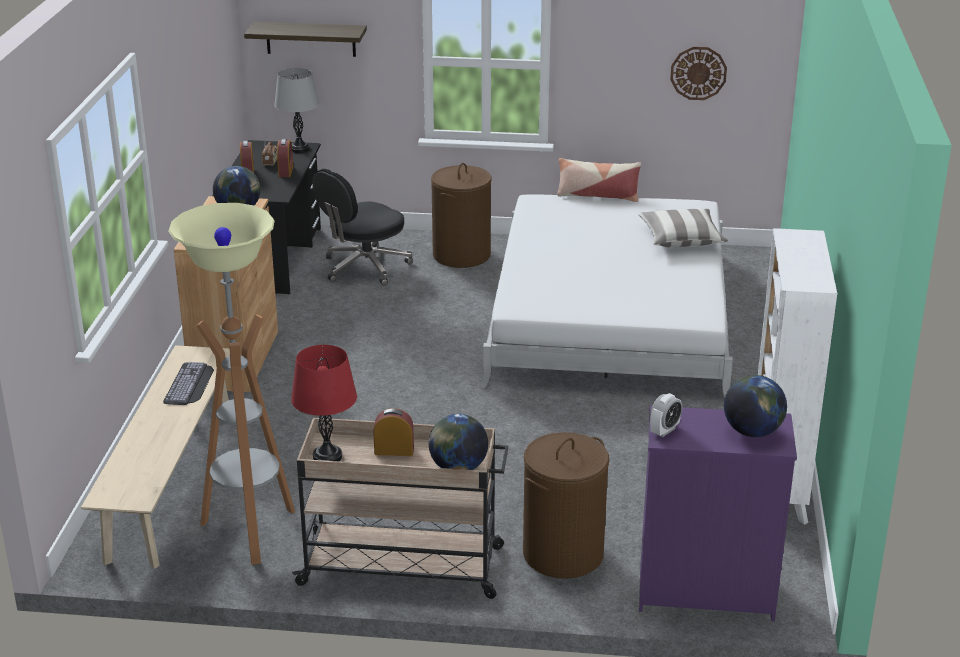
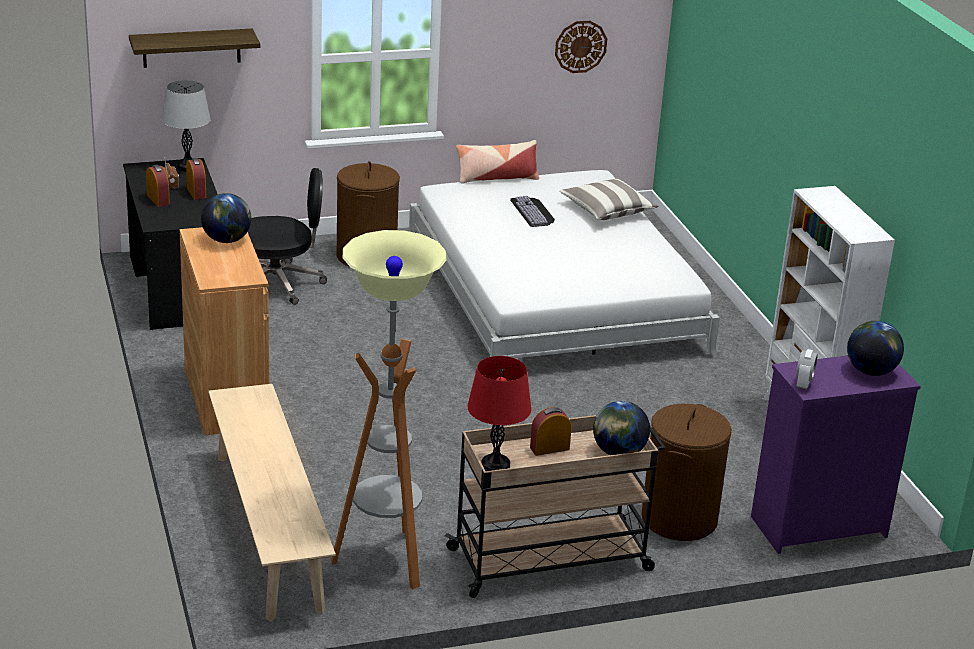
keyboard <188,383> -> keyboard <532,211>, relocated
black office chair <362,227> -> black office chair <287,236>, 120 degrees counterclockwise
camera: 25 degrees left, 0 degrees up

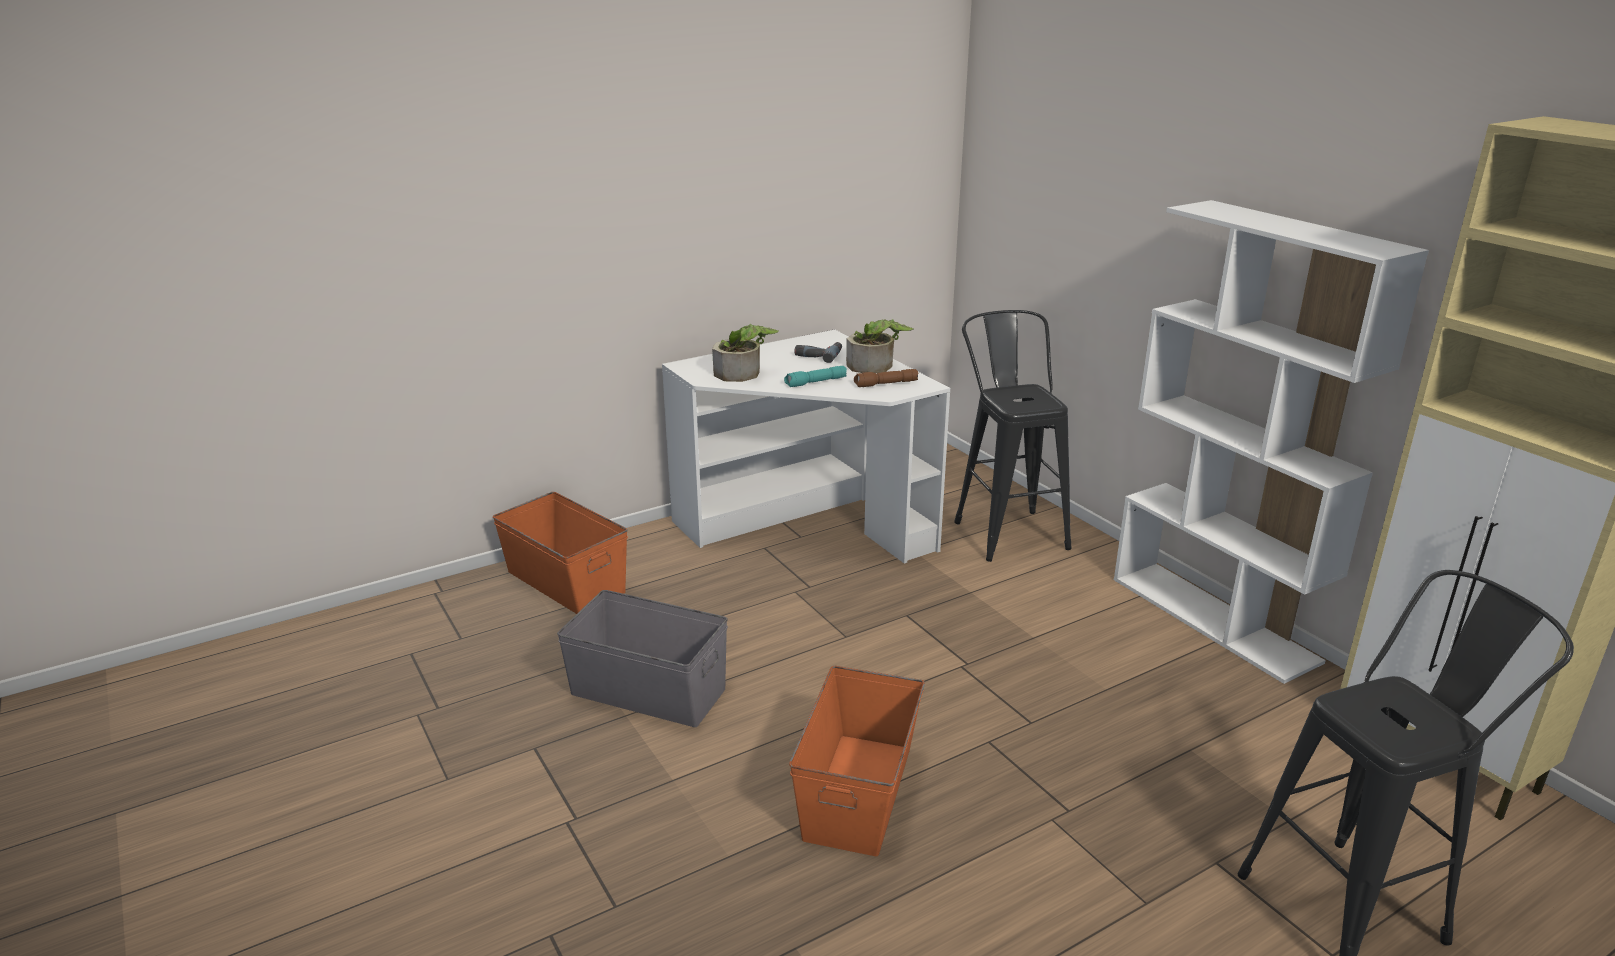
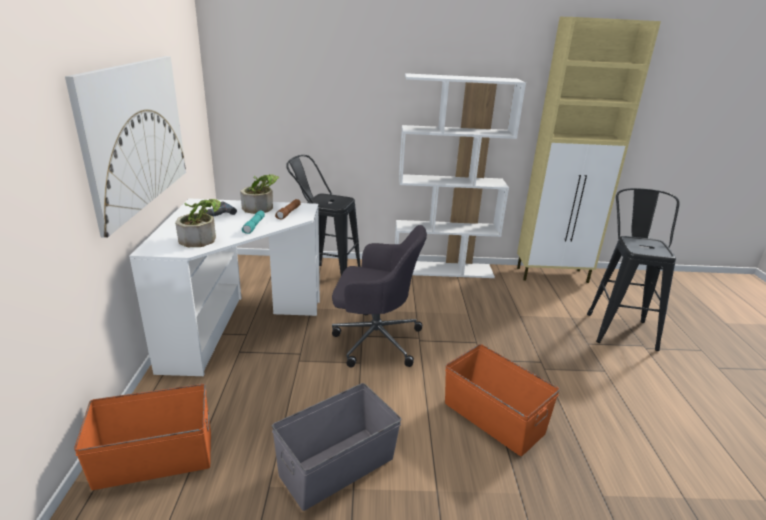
none -> picture <125,147>
none -> grey office chair <379,296>
camera: 60 degrees left, 0 degrees up

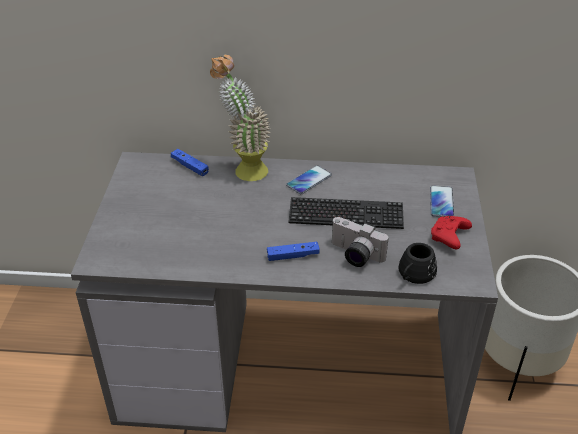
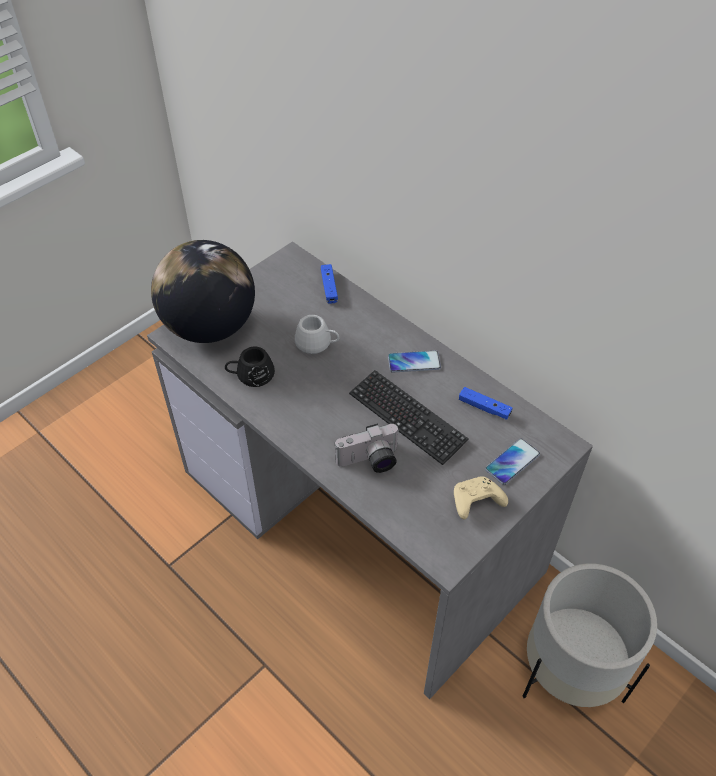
potted plant <240,118> -> none
none -> globe <203,291>
none -> white mug <317,334>
blue game controller <293,251> -> blue game controller <486,403>, relocated
black mug <417,263> -> black mug <250,367>, relocated
red game controller <451,232> -> beige game controller <481,497>
photo camera <360,242> -> photo camera <367,448>, 90 degrees counterclockwise
camera: 40 degrees right, 10 degrees up

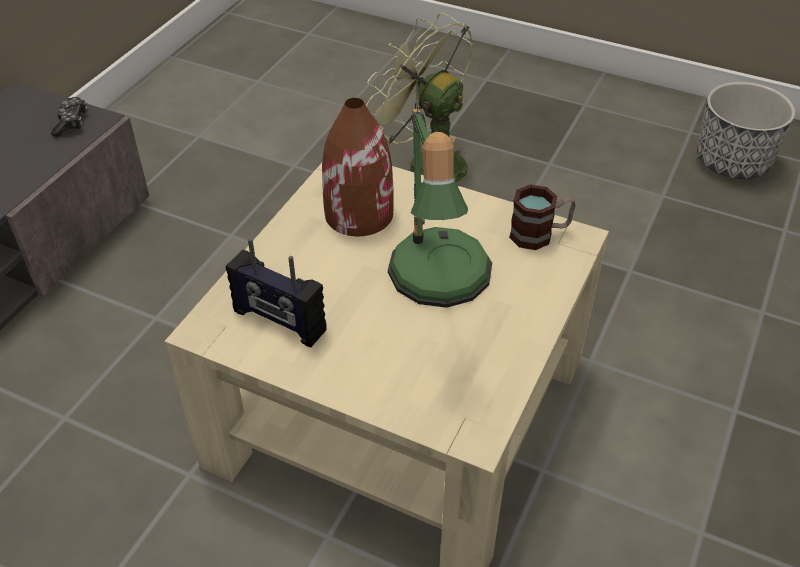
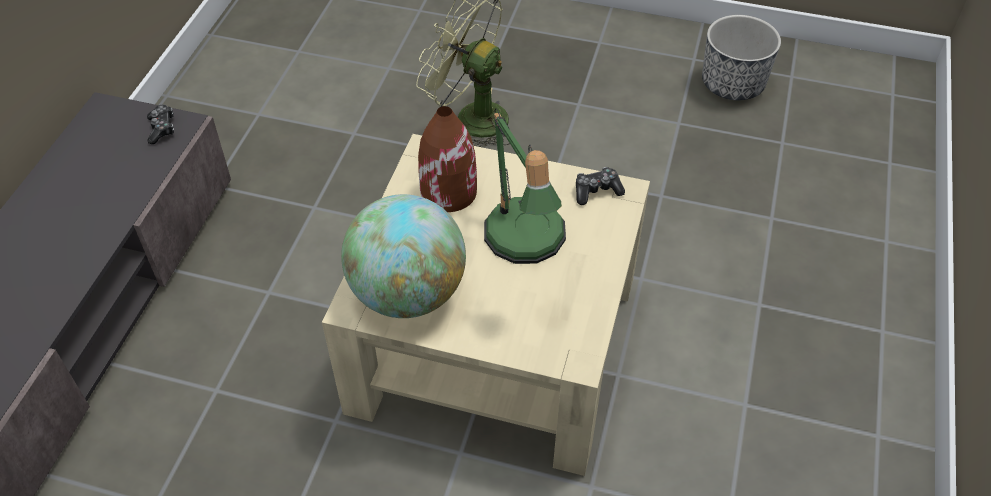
radio <276,292> -> globe <403,256>
mug <542,217> -> game controller <600,186>
camera: 10 degrees left, 5 degrees up

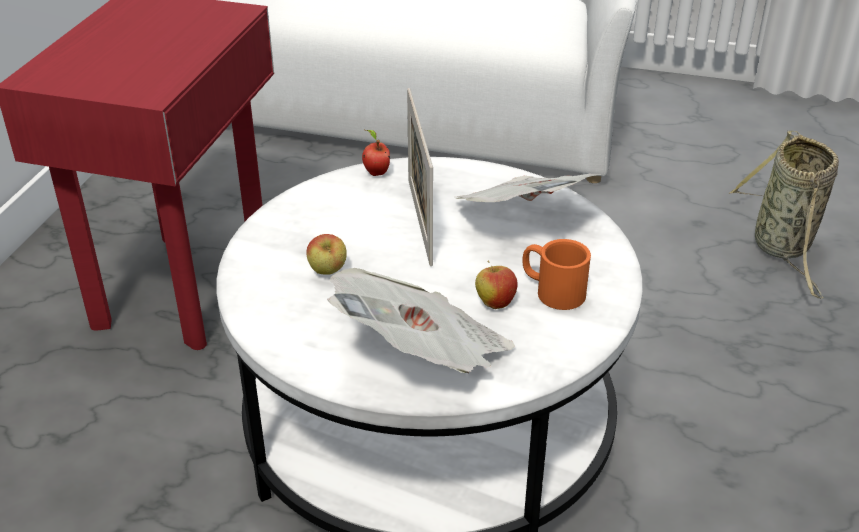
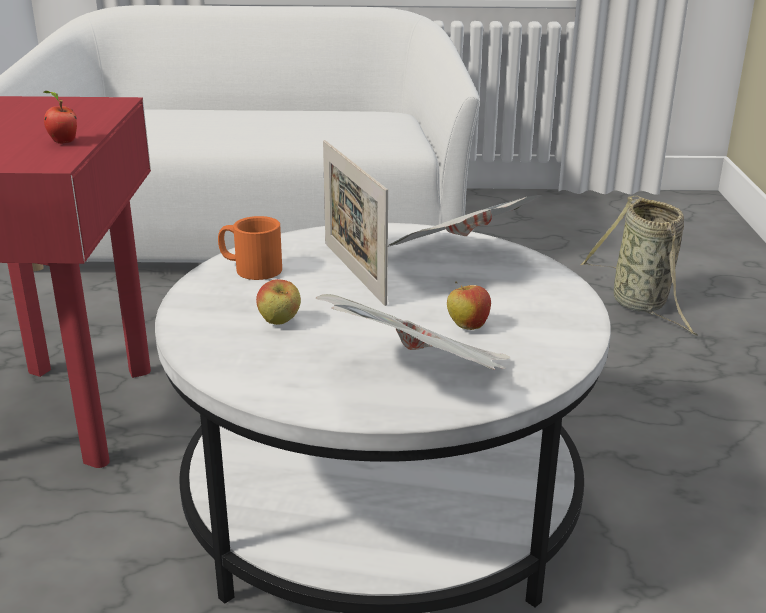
apple <376,153> -> apple <60,117>, relocated
orange mug <556,274> -> orange mug <250,248>, relocated
camera: 15 degrees left, 10 degrees down

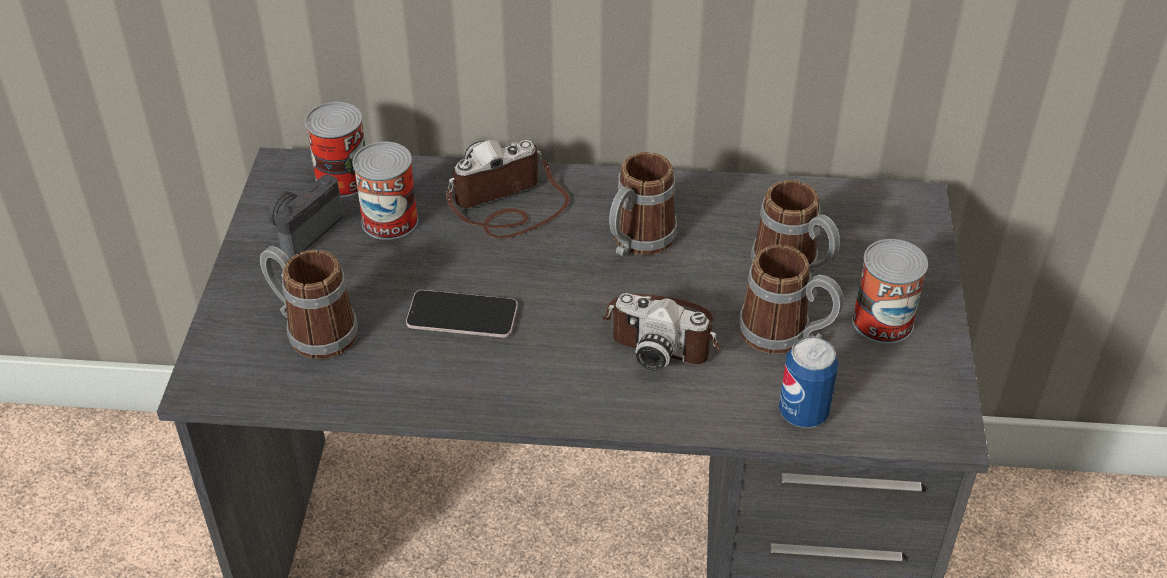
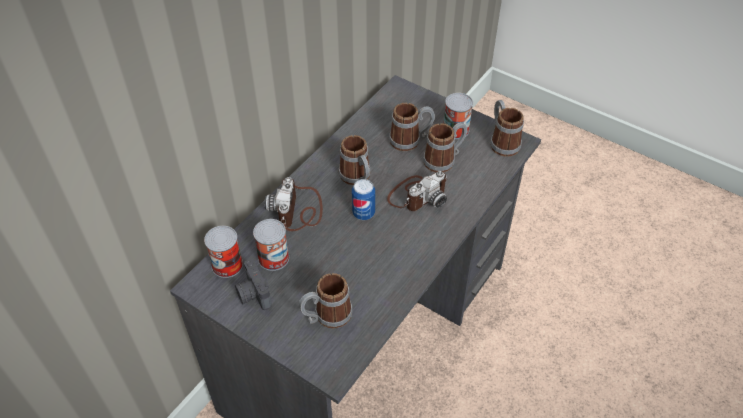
phone <462,313> -> none
none -> mug <507,128>
can <808,382> -> can <363,199>, relocated
camera: 60 degrees left, 5 degrees up

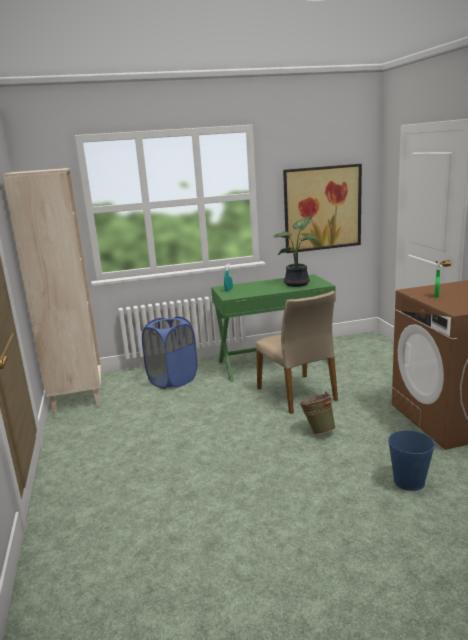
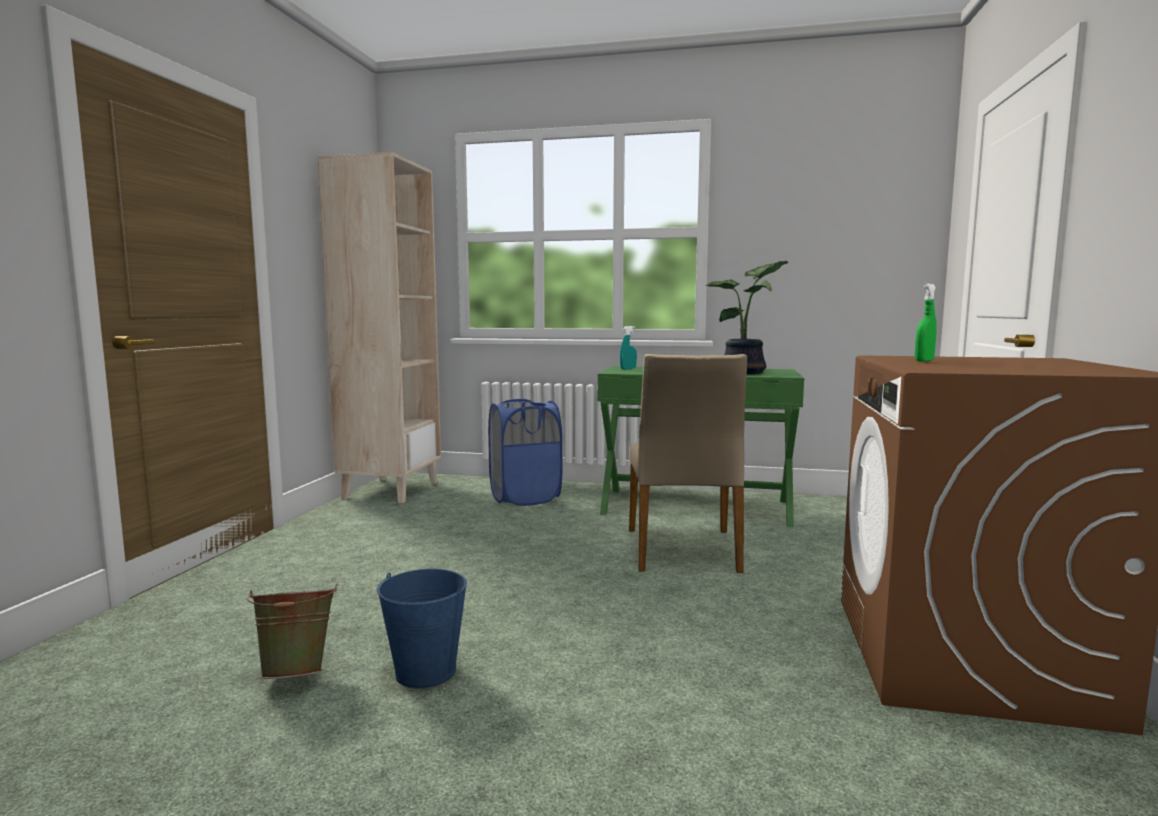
picture <322,208> -> none
green bucket <317,412> -> green bucket <292,631>, relocated
blue bucket <411,460> -> blue bucket <422,628>, relocated
camera: 25 degrees right, 10 degrees down

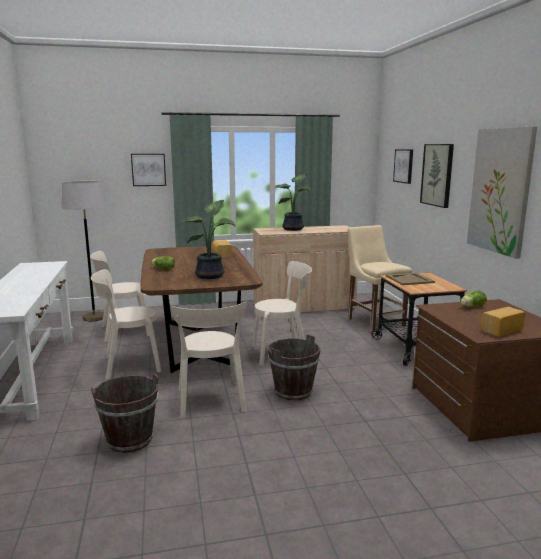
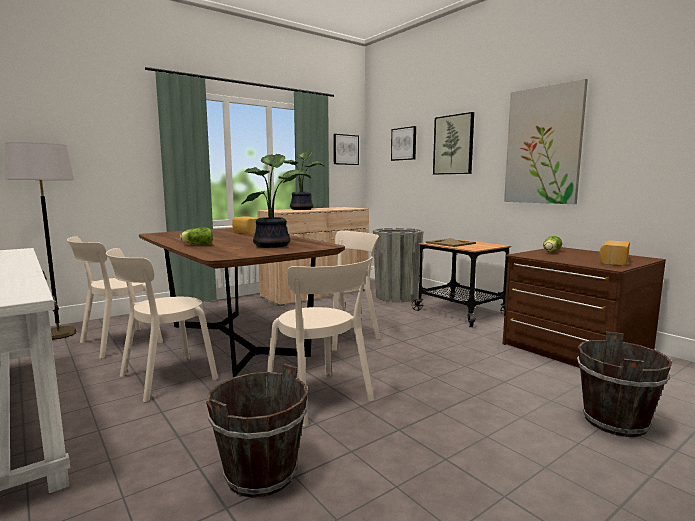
picture <148,170> -> picture <346,149>, relocated
brown bucket <294,367> -> brown bucket <624,384>, relocated
beige chair <380,278> -> grey planter <398,265>
camera: 25 degrees left, 5 degrees down

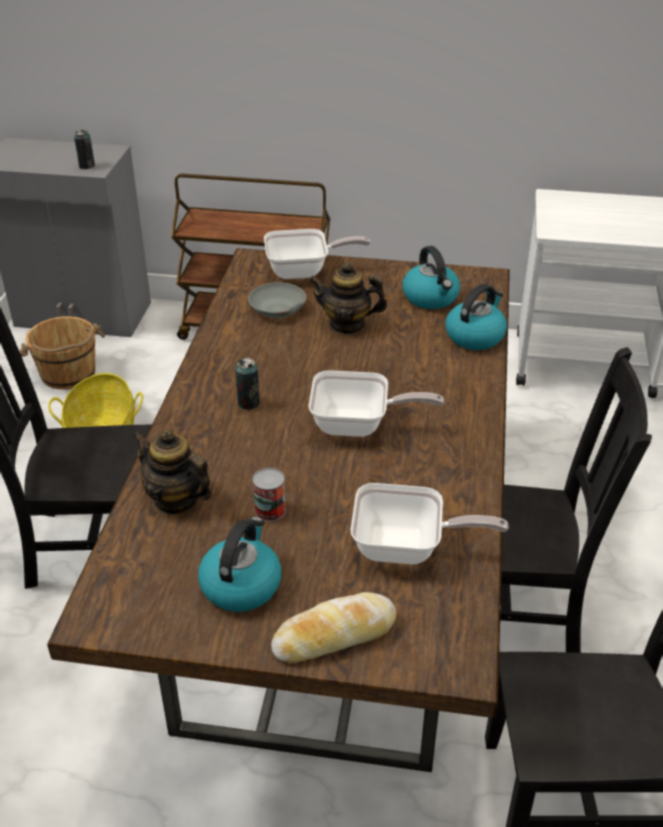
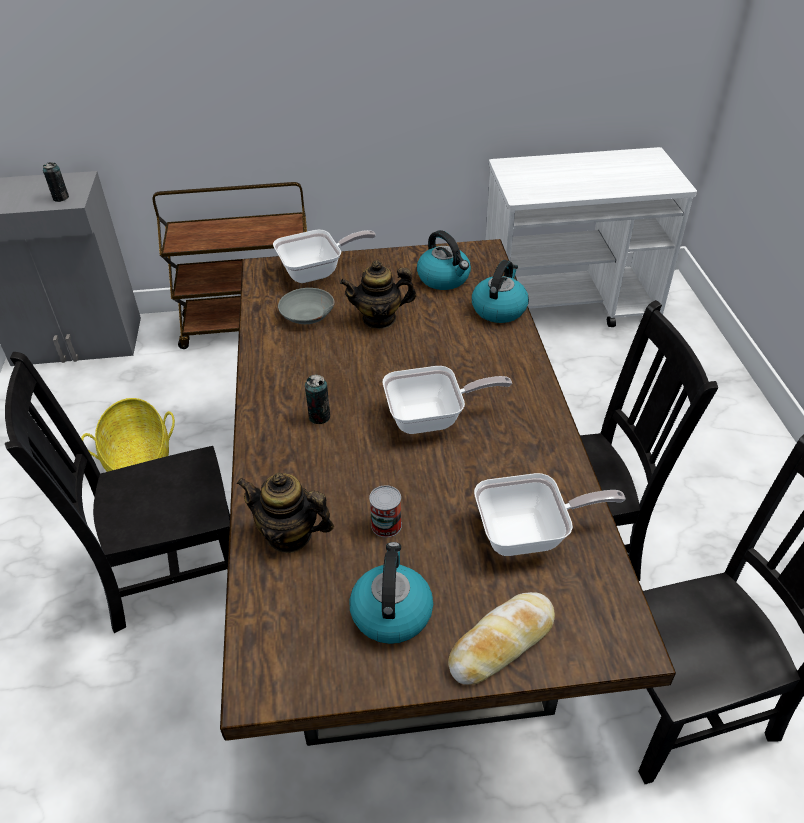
brown bucket <62,352> -> none
camera: 15 degrees left, 5 degrees up

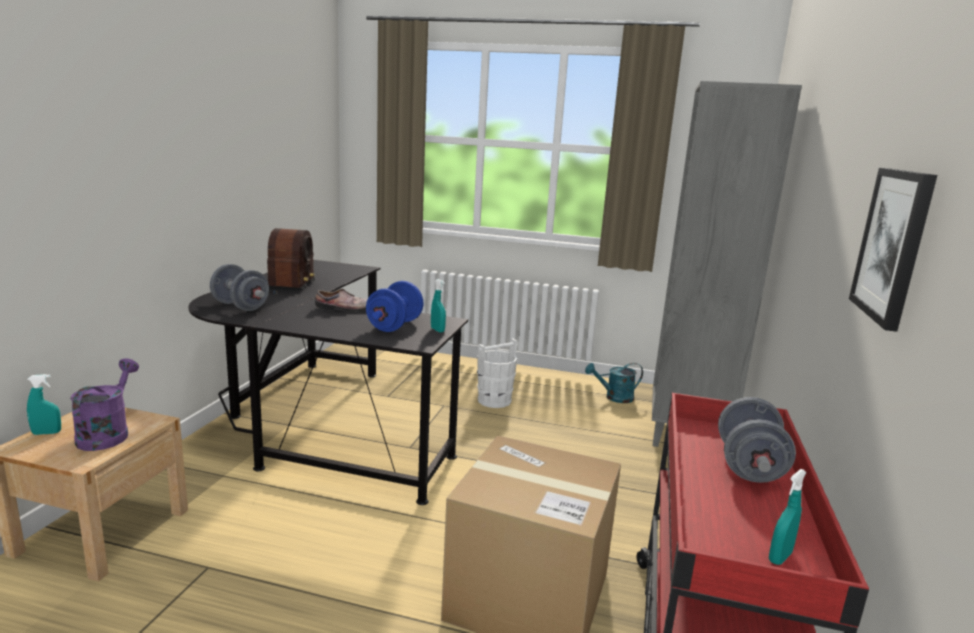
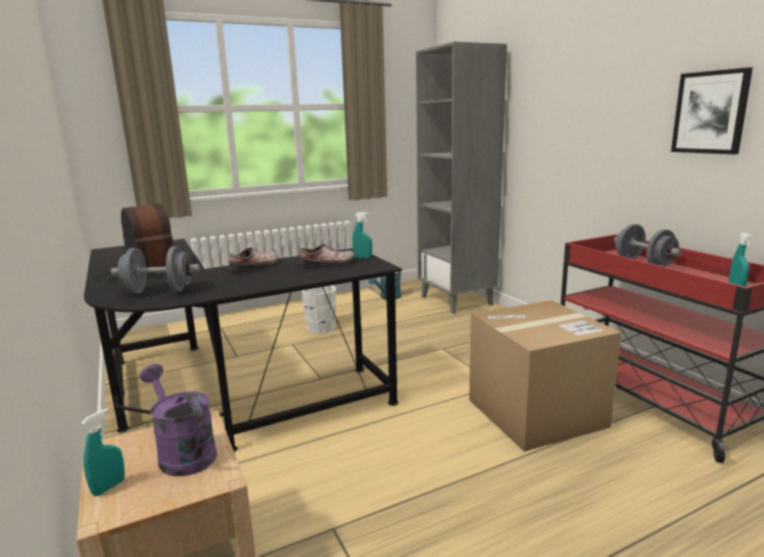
blue dumbbell <395,306> -> shoe <326,255>
camera: 40 degrees left, 0 degrees up

